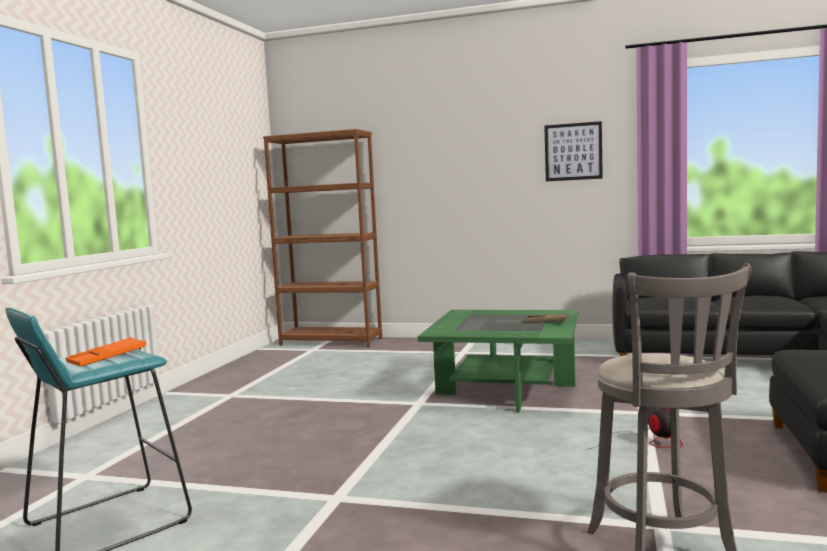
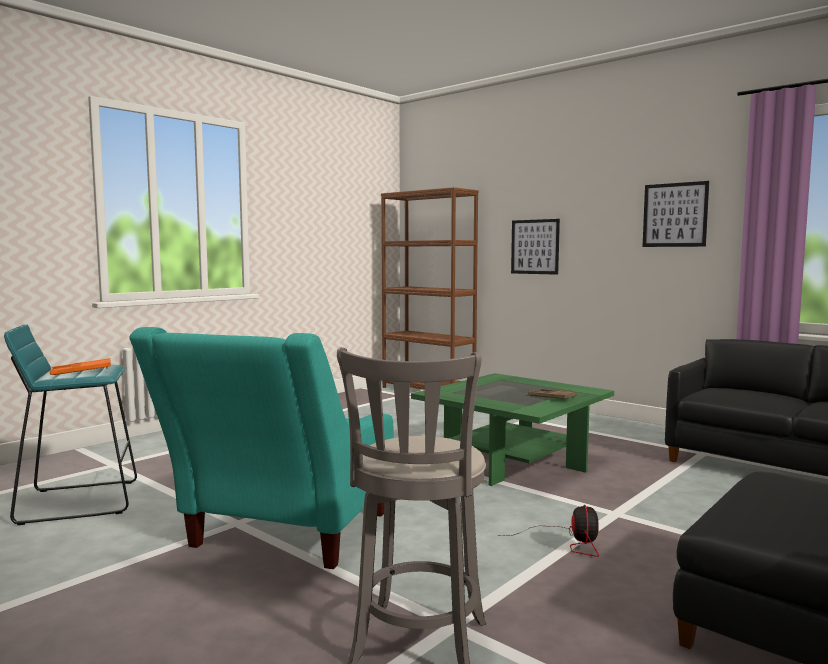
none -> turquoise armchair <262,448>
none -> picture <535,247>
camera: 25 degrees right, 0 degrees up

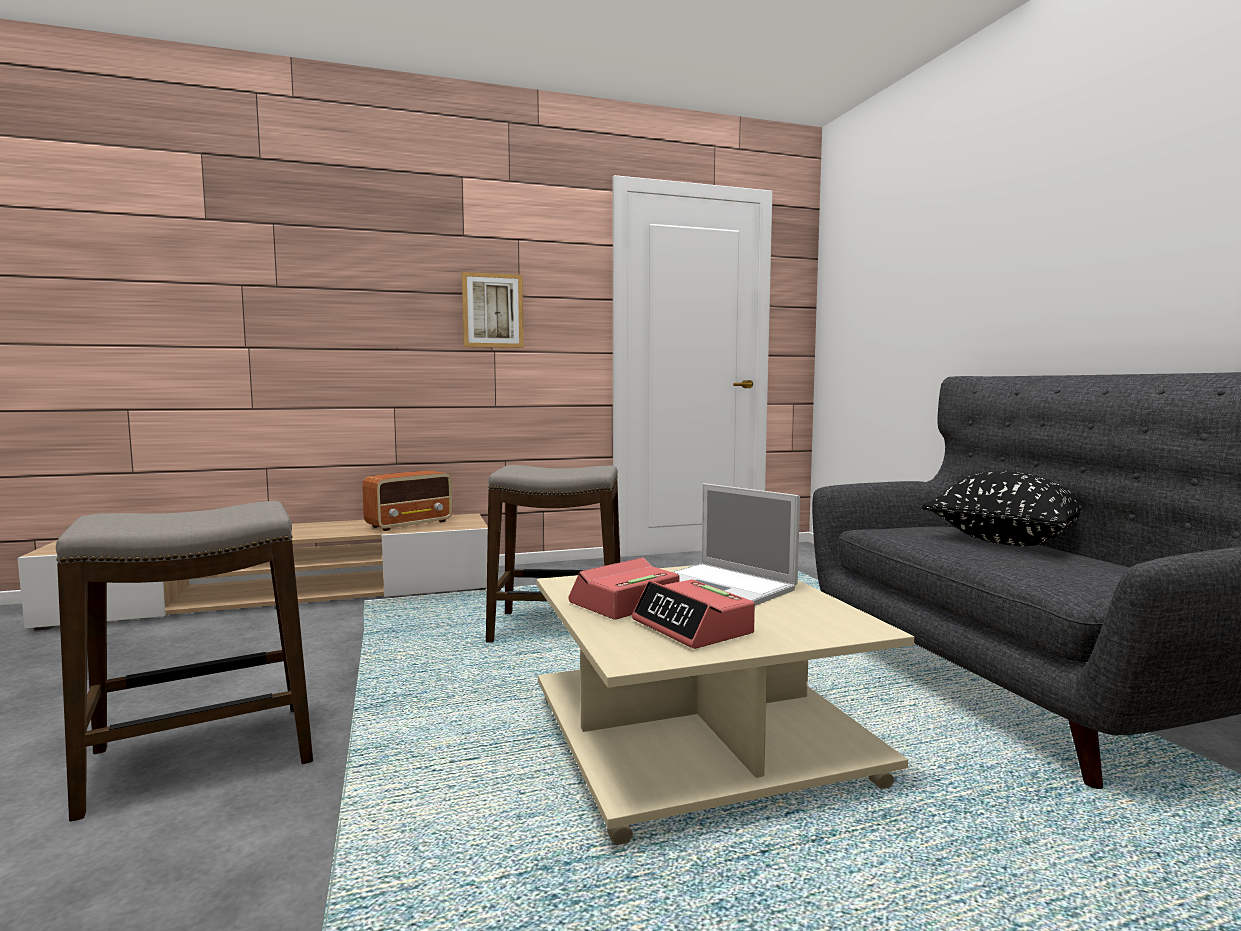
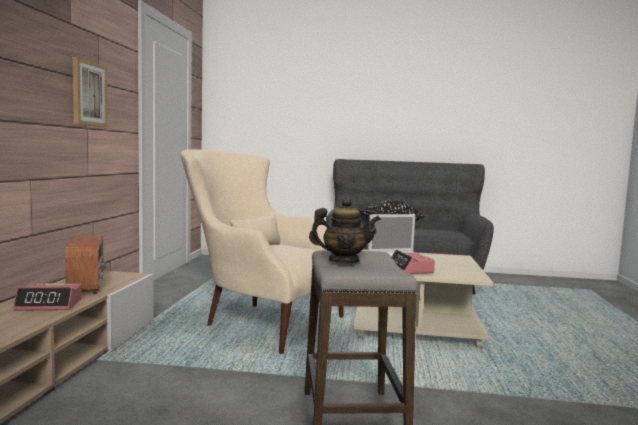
none -> teapot <345,230>
alarm clock <693,614> -> alarm clock <47,297>, relocated
stool <553,554> -> beige armchair <262,251>
camera: 65 degrees left, 0 degrees up

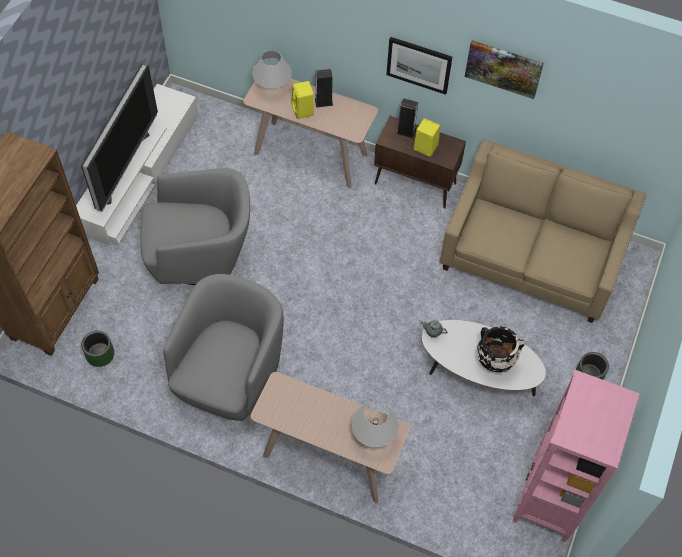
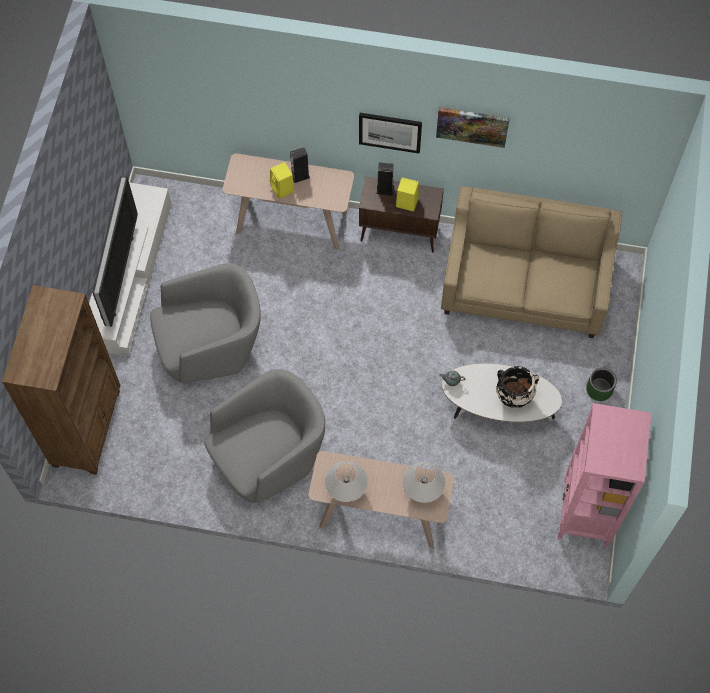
green planter <97,349> -> none
white table lamp <272,69> -> white table lamp <346,481>, relocated
grey armchair <223,347> -> grey armchair <264,436>, 45 degrees clockwise
camera: 10 degrees left, 5 degrees up

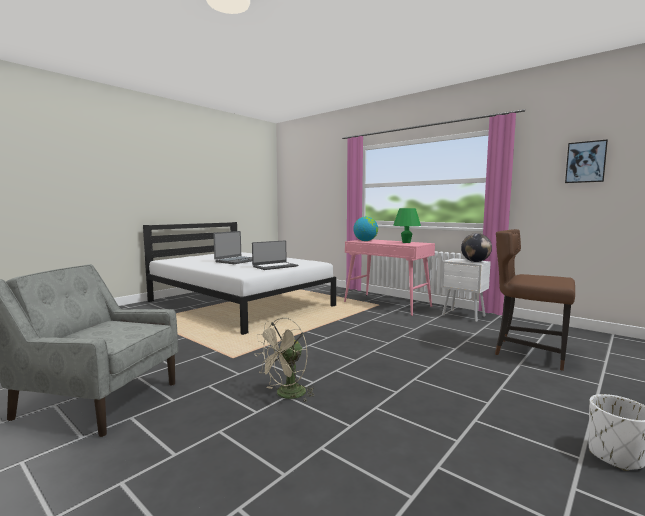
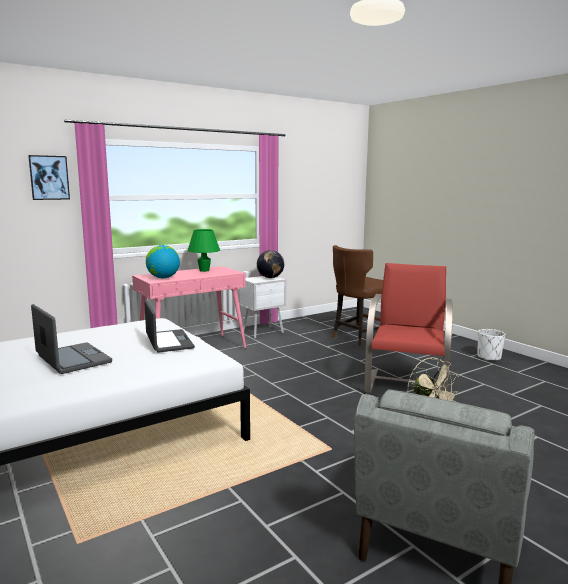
none -> red armchair <408,328>
picture <586,161> -> picture <49,177>, relocated
camera: 75 degrees left, 5 degrees up

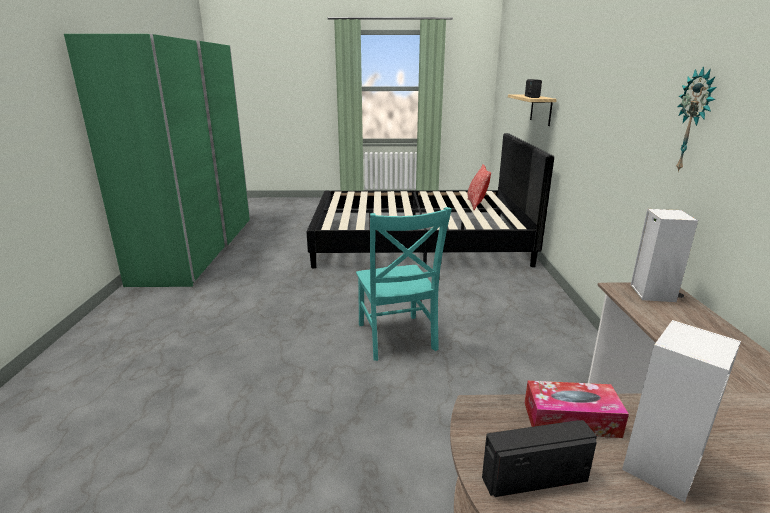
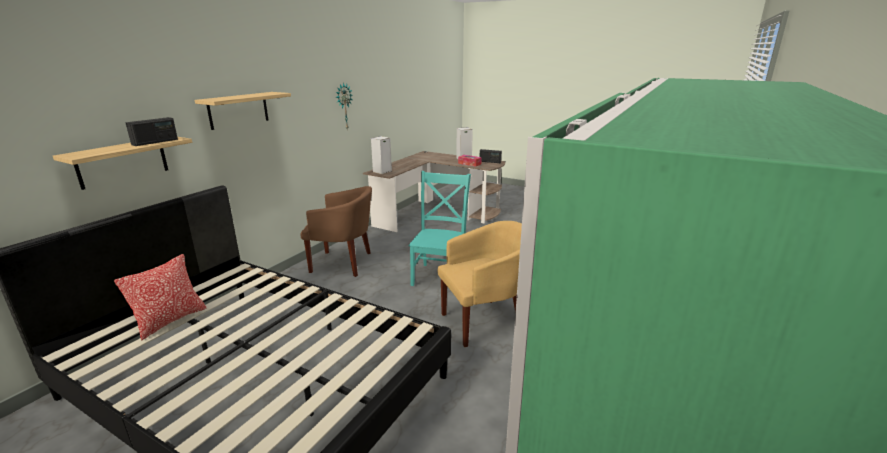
none -> shelf <243,111>
none -> brown armchair <336,231>
none -> yellow armchair <480,284>
camera: 150 degrees left, 0 degrees up

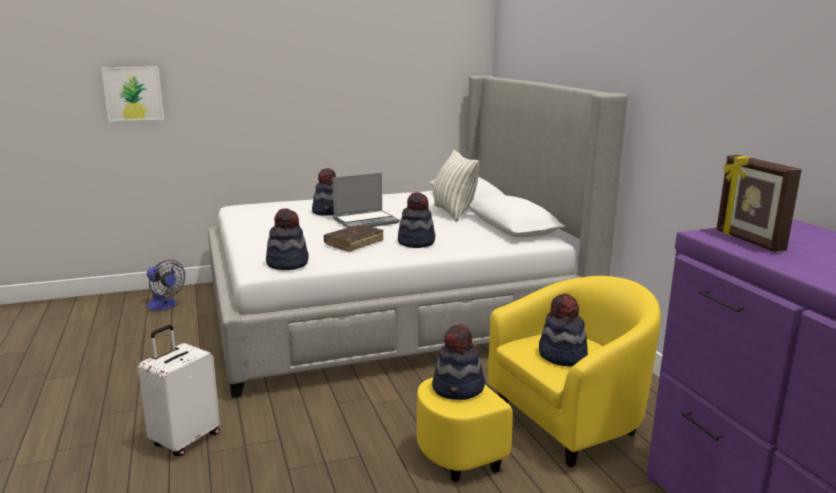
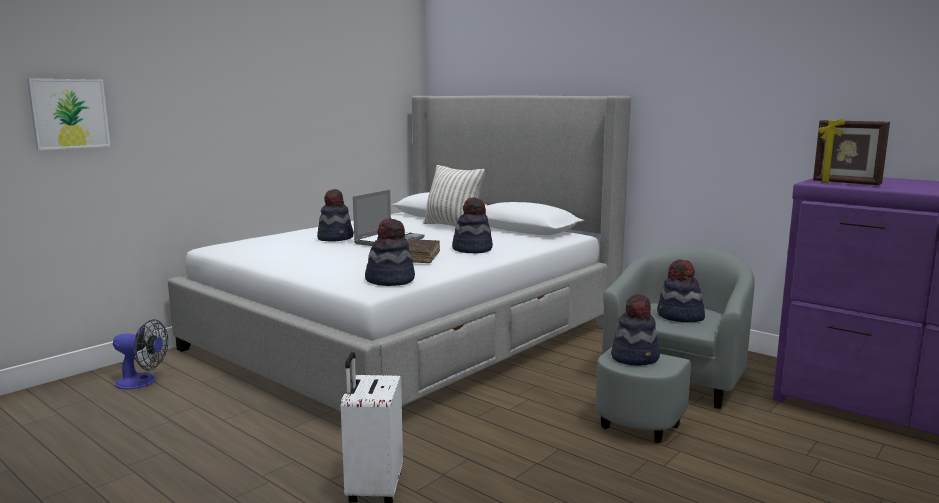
yellow armchair <539,379> -> grey armchair <675,344>
camera: 30 degrees left, 5 degrees down

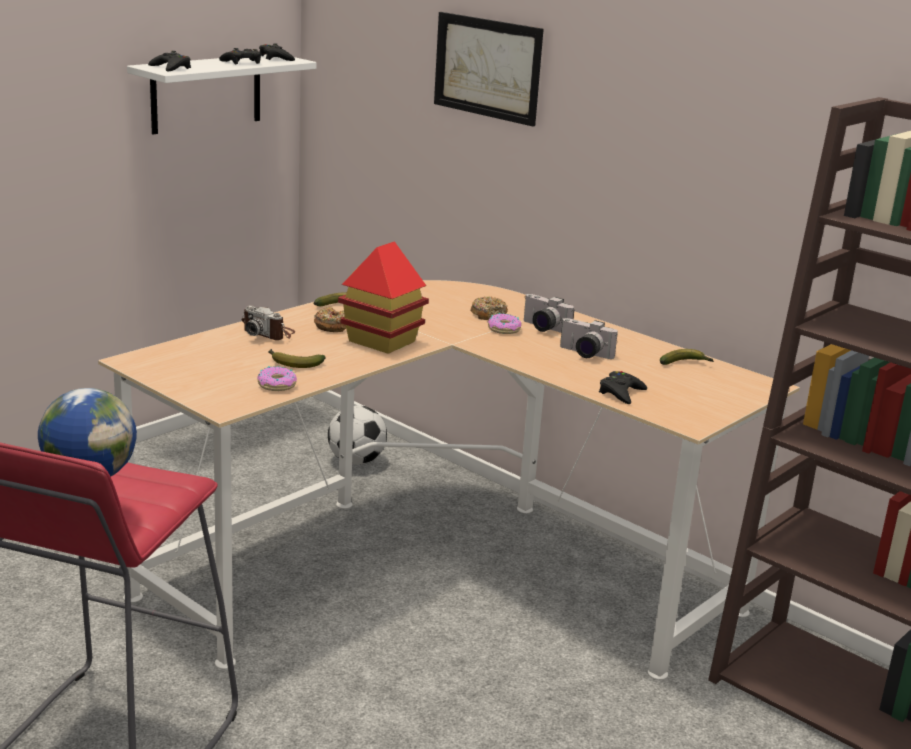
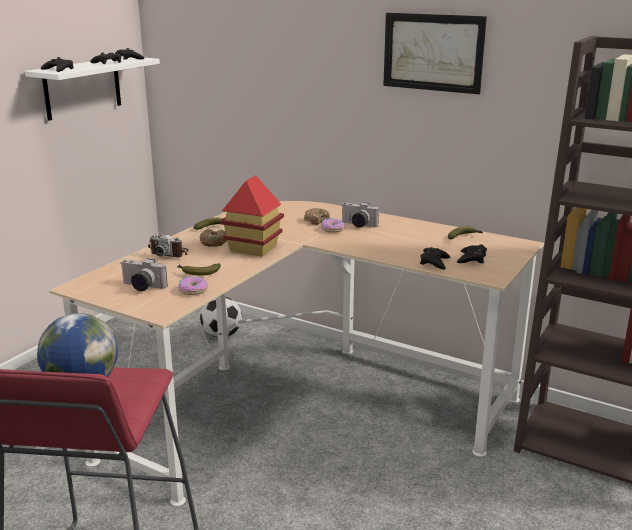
none -> black game controller <472,254>
picture <489,69> -> picture <435,53>, relocated
photo camera <589,338> -> photo camera <144,275>, relocated
camera: 10 degrees left, 0 degrees up

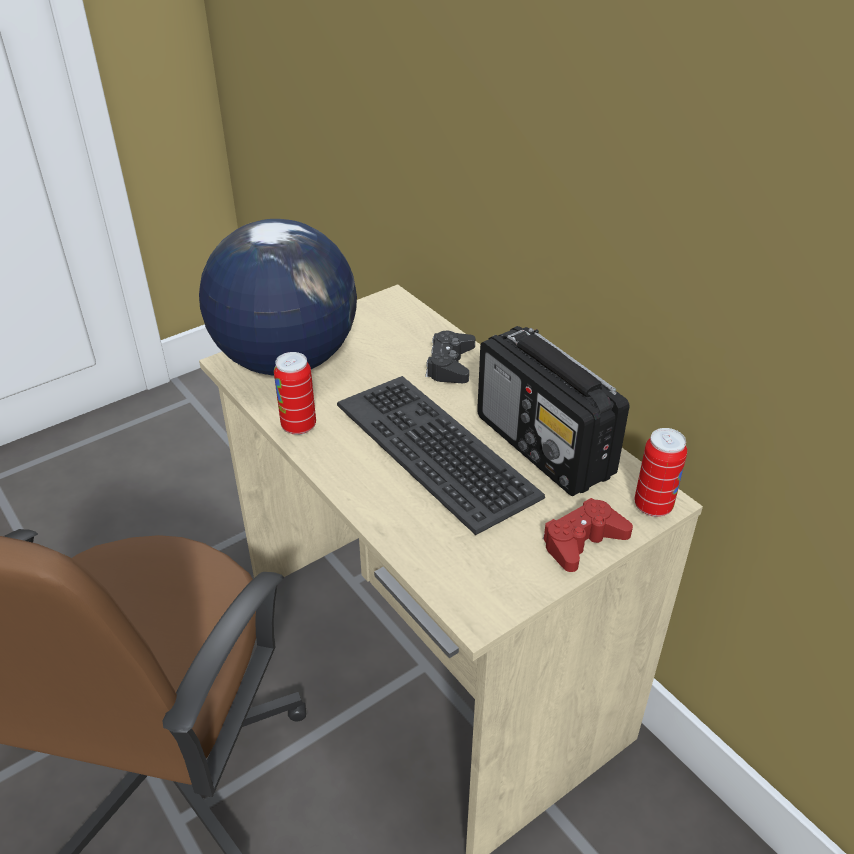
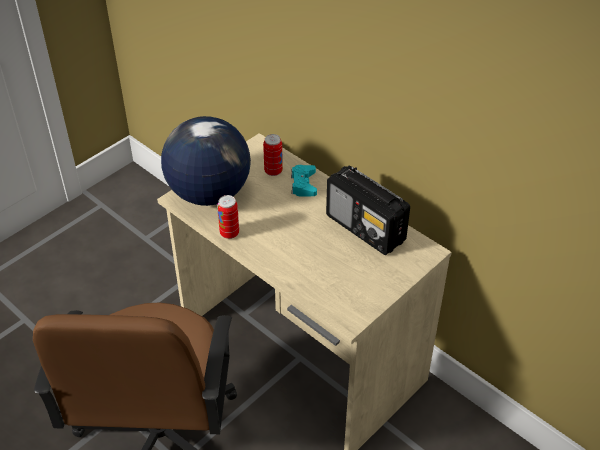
keyboard <441,455> -> none
red game controller <588,535> -> none
can <660,472> -> can <273,155>, relocated
black game controller <450,357> -> turquoise game controller <304,180>
camera: 10 degrees left, 5 degrees up

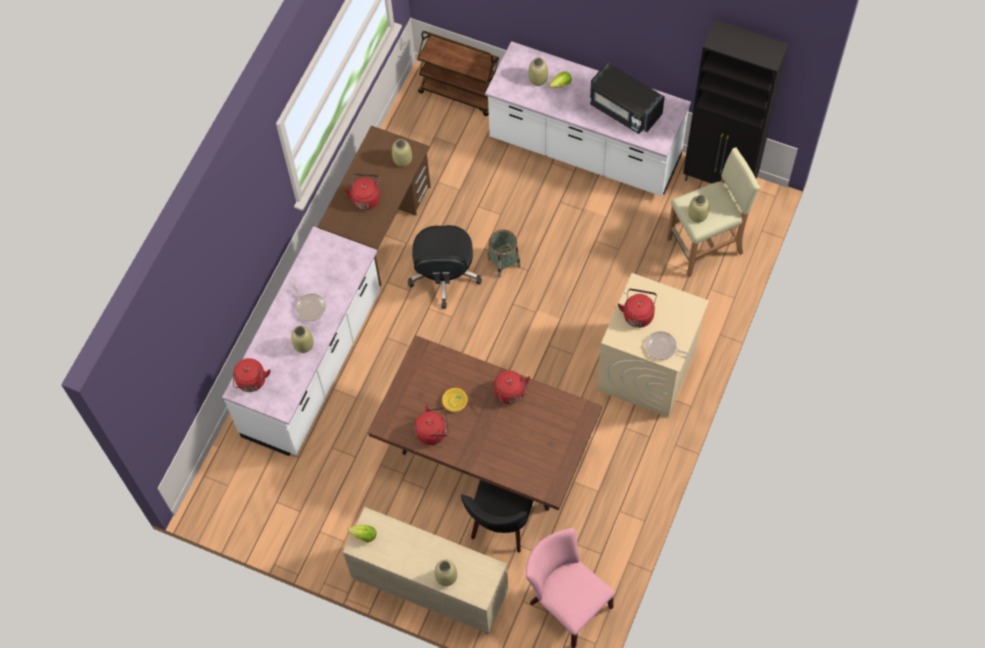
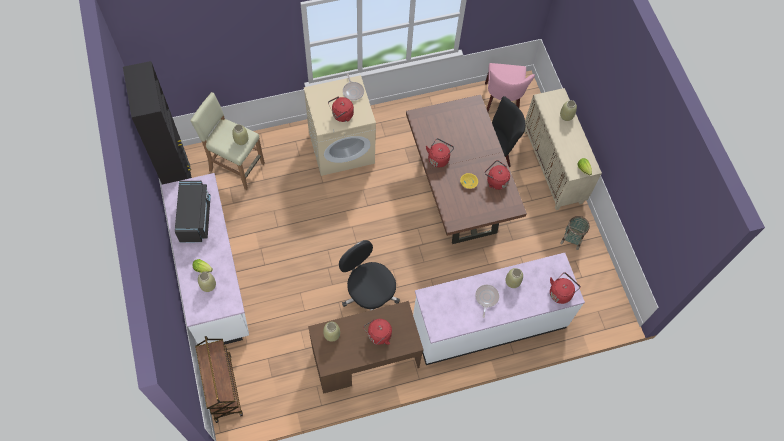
basket <504,254> -> basket <575,233>, relocated
black office chair <445,267> -> black office chair <369,275>, 90 degrees counterclockwise
camera: 135 degrees left, 0 degrees up

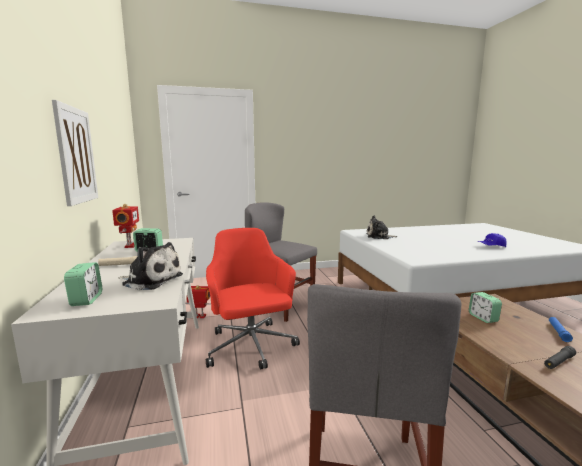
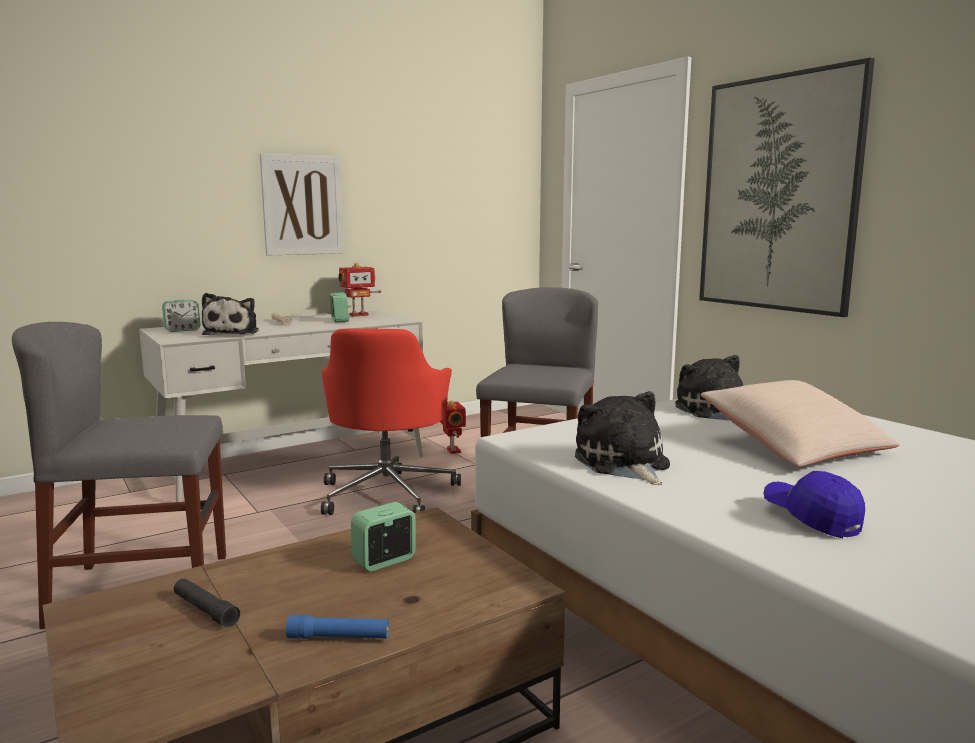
none -> plush toy <622,438>
none -> picture <787,187>
none -> beige pillow <800,423>
red office chair <253,299> -> red office chair <391,422>, 135 degrees clockwise
camera: 70 degrees right, 0 degrees up

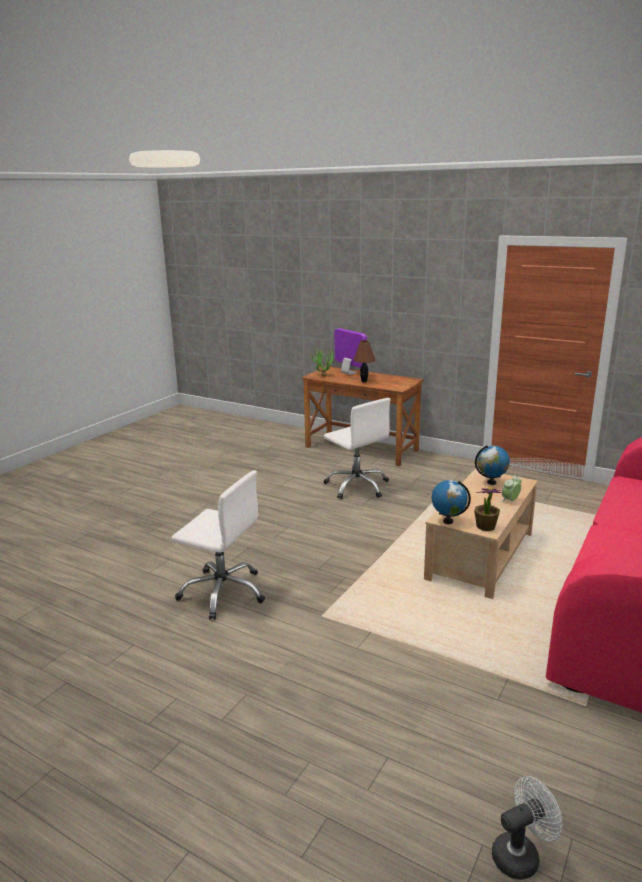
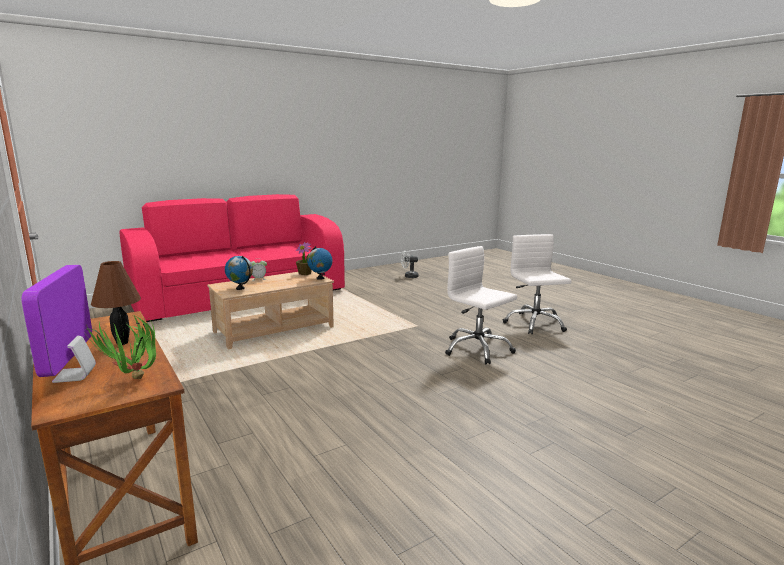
white office chair <357,448> -> white office chair <537,284>, relocated
camera: 155 degrees left, 5 degrees down

